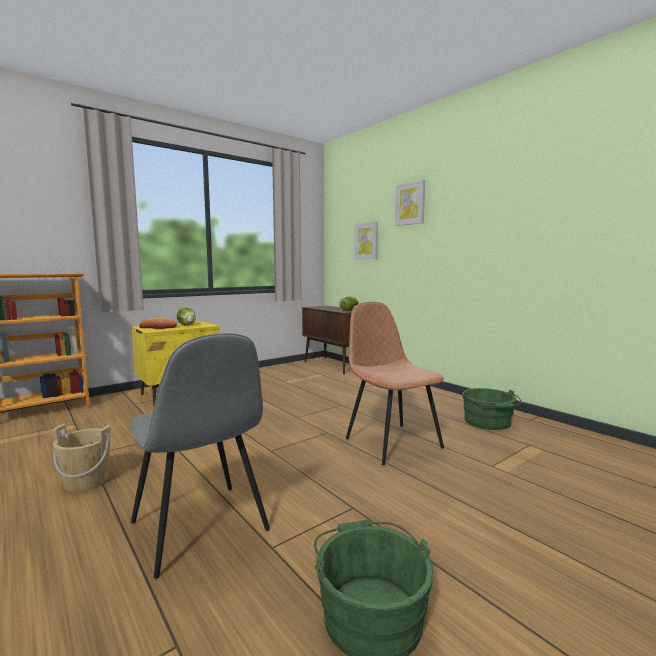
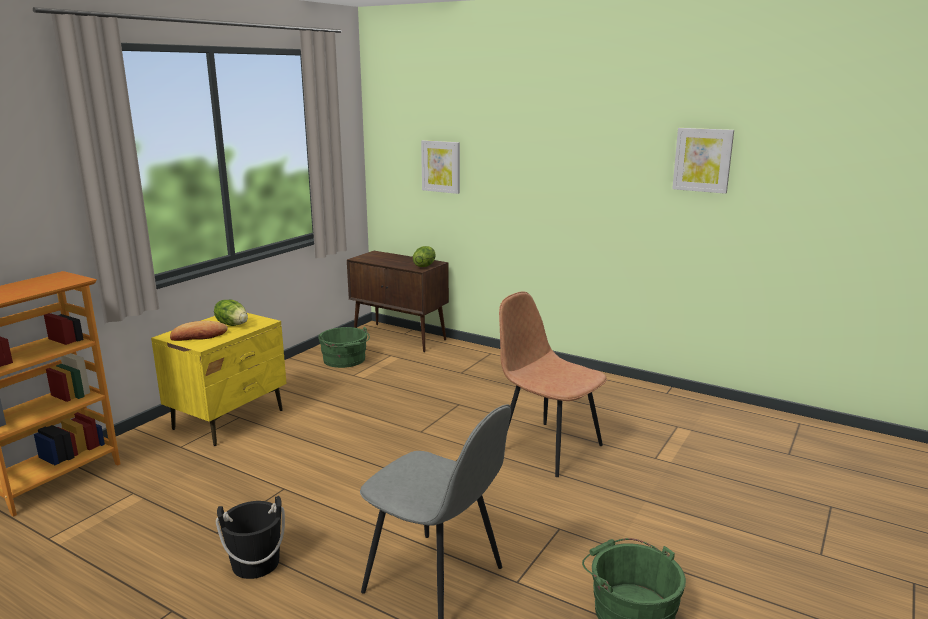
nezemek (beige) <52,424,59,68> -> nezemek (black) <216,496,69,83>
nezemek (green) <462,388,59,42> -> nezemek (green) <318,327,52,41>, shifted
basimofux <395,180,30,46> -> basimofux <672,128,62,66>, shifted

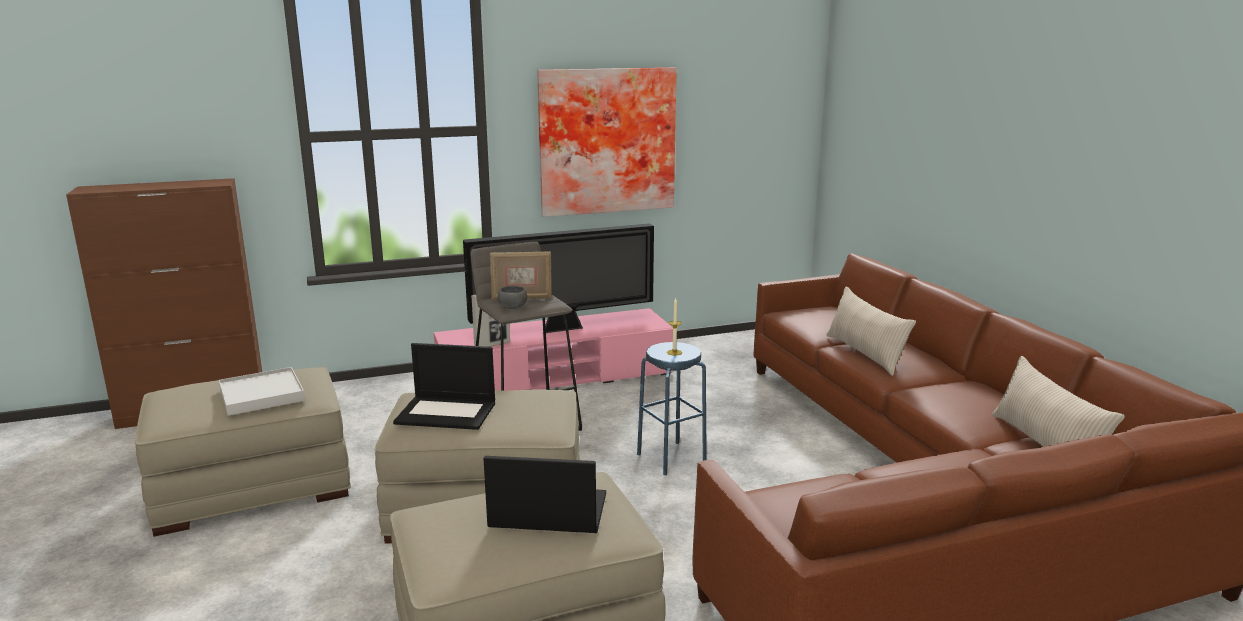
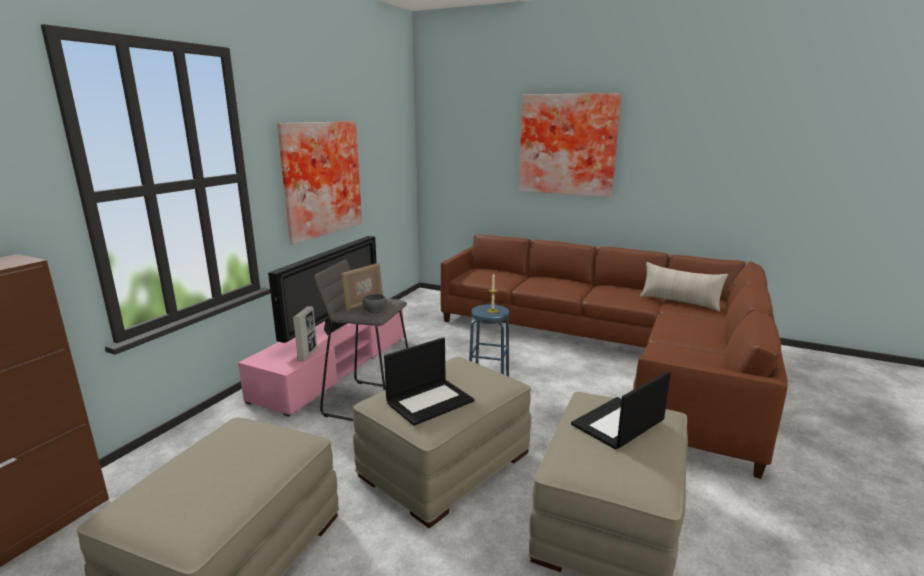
none -> basimofux <519,93,102,104>
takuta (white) <219,367,86,49> -> none
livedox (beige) <826,287,90,89> -> none

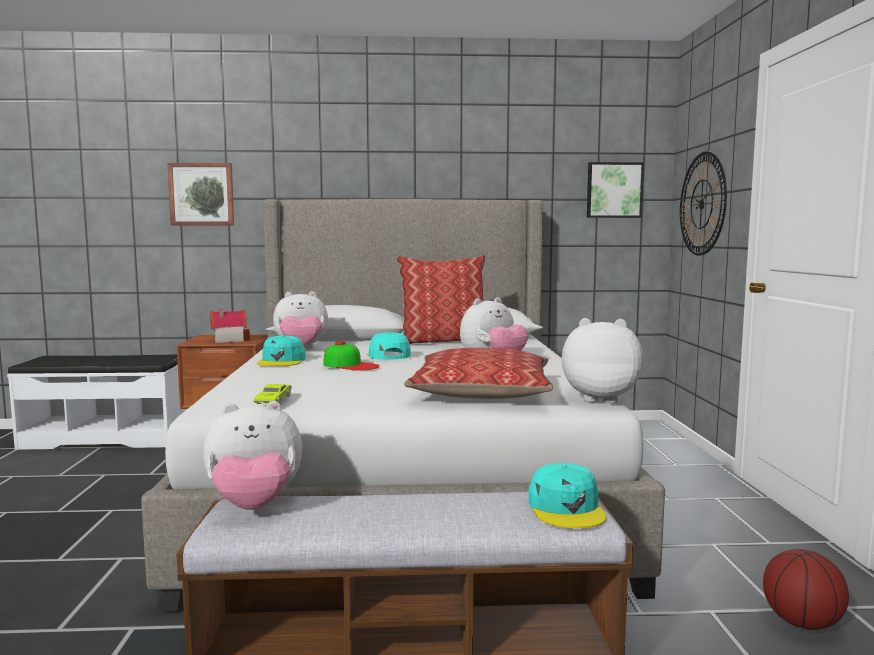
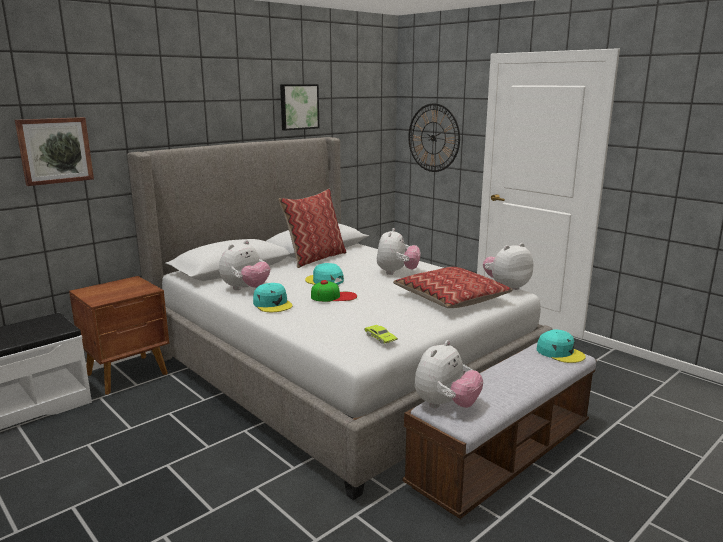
basimofux <587,162,57,56> -> basimofux <280,84,39,46>, shifted
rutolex <210,309,40,34> -> none
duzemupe <763,549,86,81> -> none

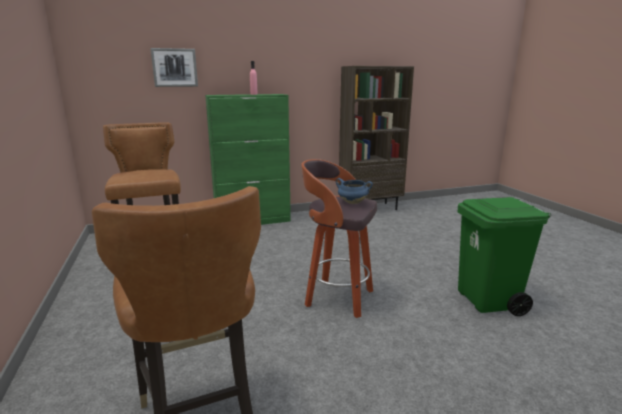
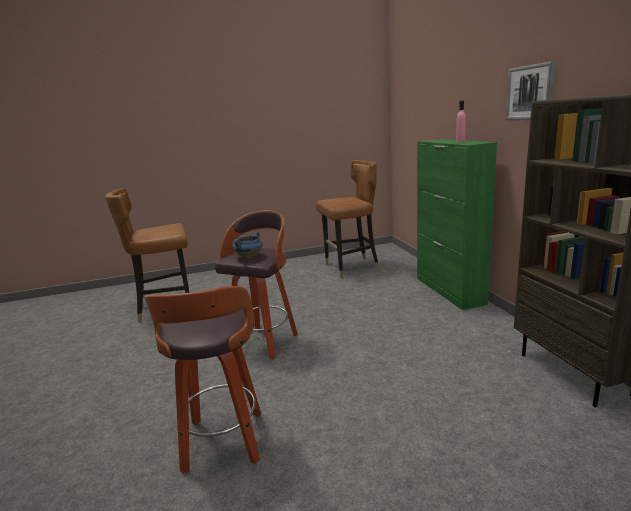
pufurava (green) <458,197,93,119> -> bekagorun <144,286,117,188>
basimofux <150,48,48,39> -> basimofux <505,61,51,59>, shifted

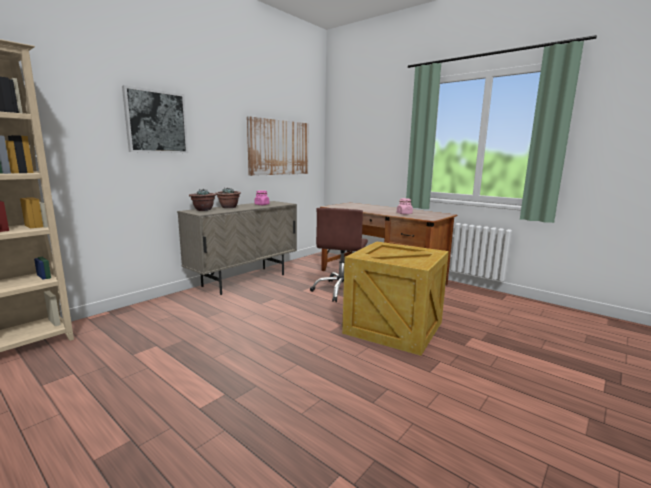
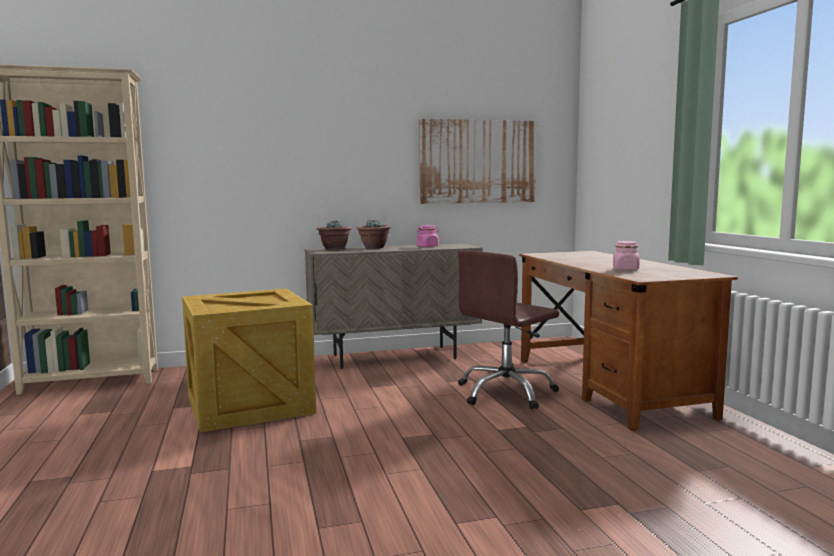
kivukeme <342,242,107,114> -> kivukeme <182,289,134,144>, shifted
basimofux <122,85,66,68> -> none

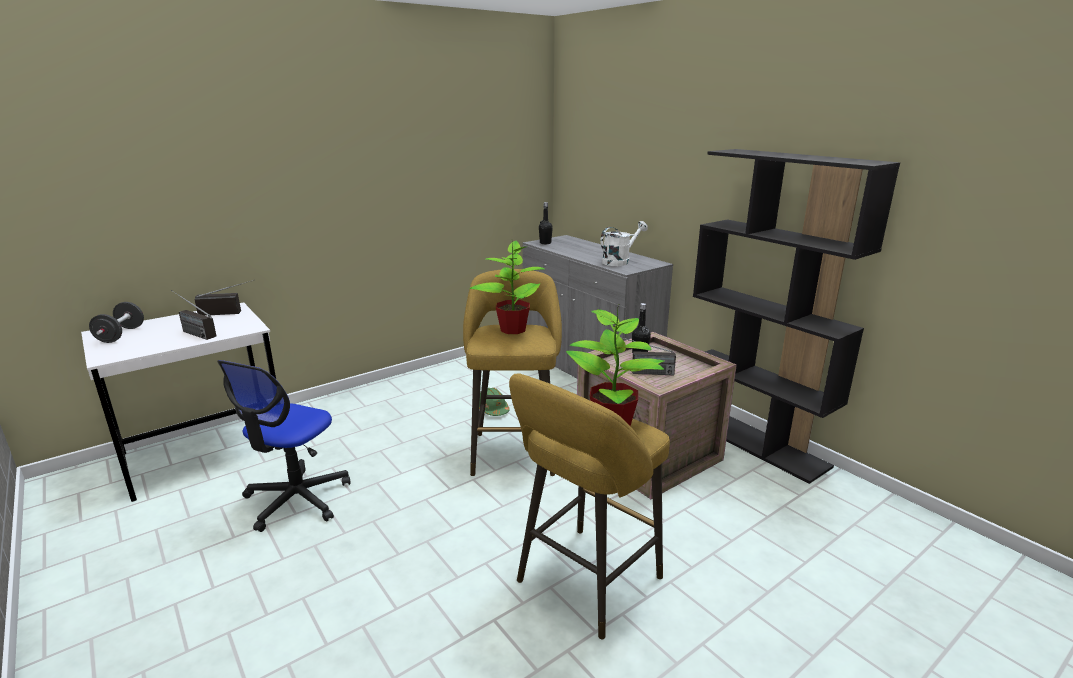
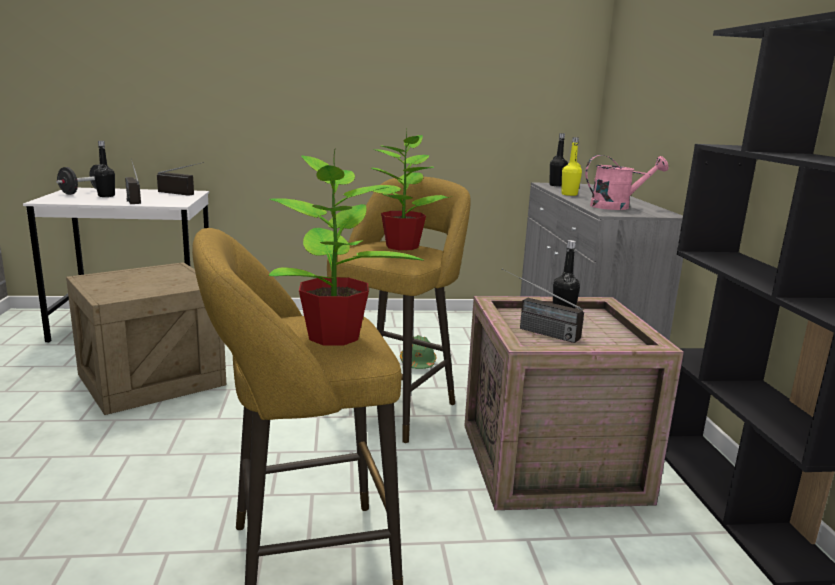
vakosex <217,360,133,172> -> kivukeme <66,262,160,153>
none -> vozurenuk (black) <94,141,21,56>
none -> vozurenuk (yellow) <561,137,21,59>
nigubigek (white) <600,221,48,45> -> nigubigek (pink) <585,155,84,55>

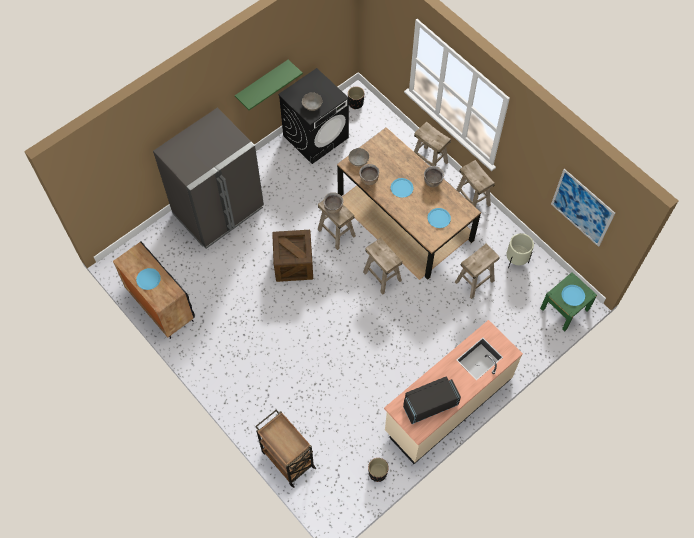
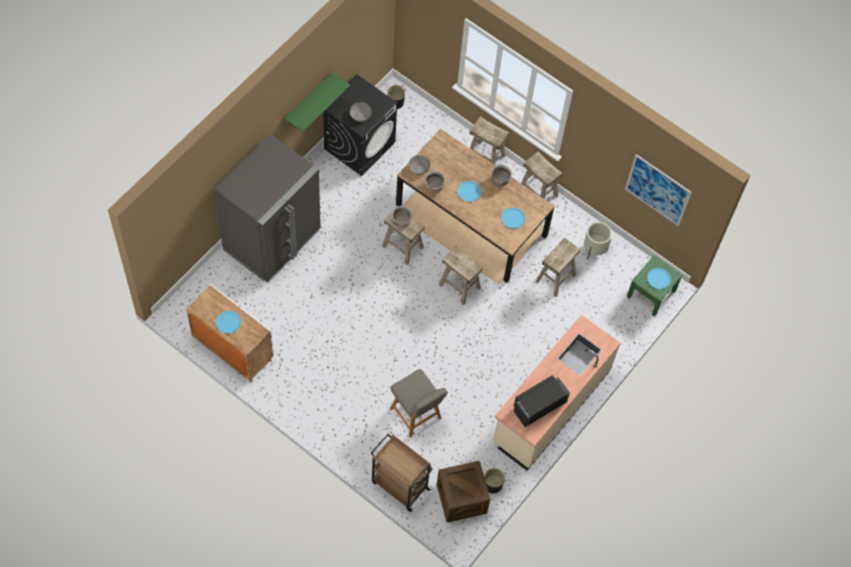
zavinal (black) <113,241,82,98> -> zavinal (white) <186,284,88,99>
none -> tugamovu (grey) <390,369,58,69>
kivukeme <272,230,41,52> -> kivukeme <436,461,54,62>, shifted

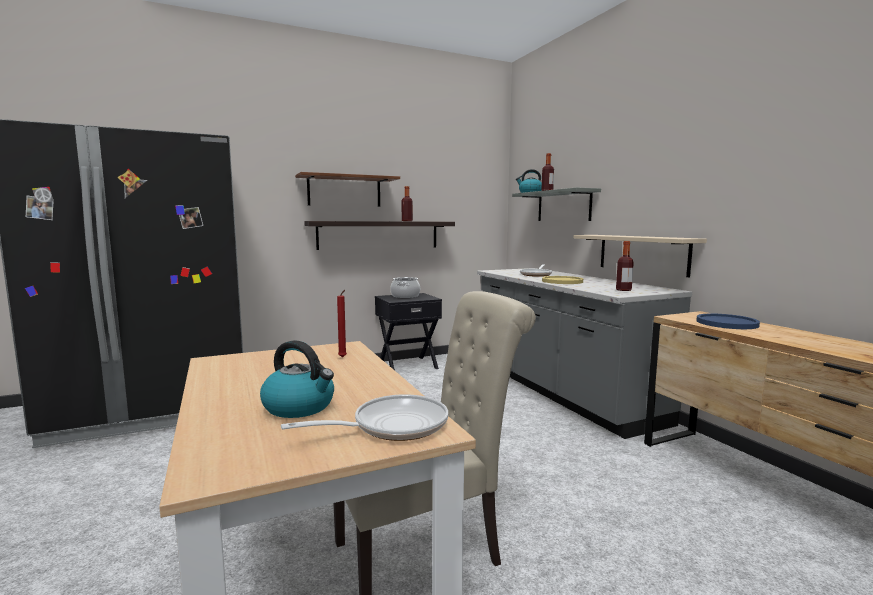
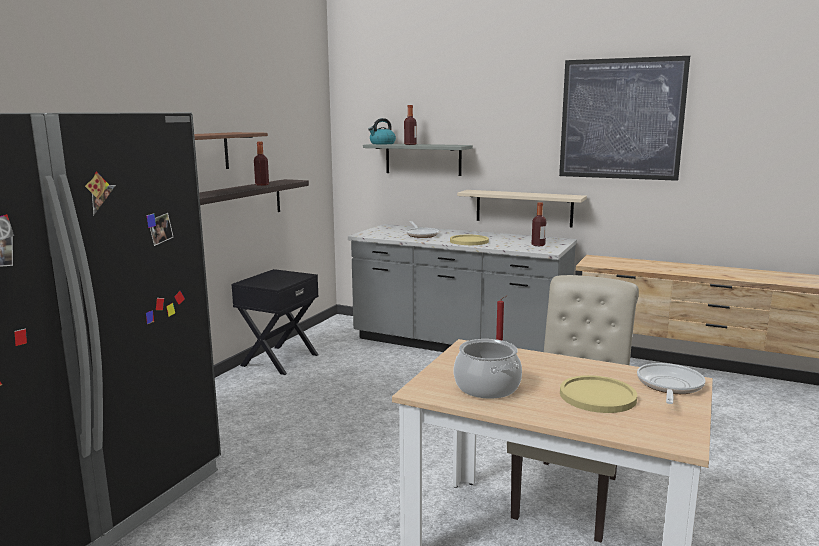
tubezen <391,277,29,21> -> tubezen <454,339,68,60>, shifted
none -> basimofux <559,56,131,125>
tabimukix <260,340,74,78> -> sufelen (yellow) <560,375,77,38>
sufelen (blue) <696,314,64,15> -> none

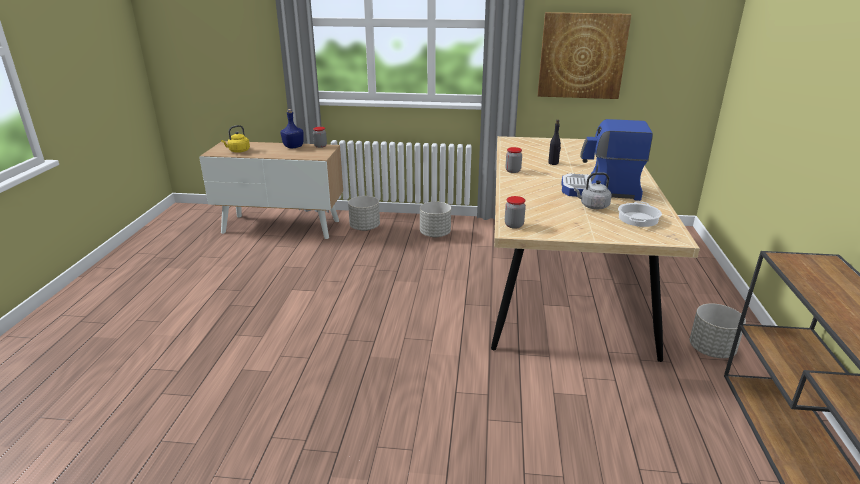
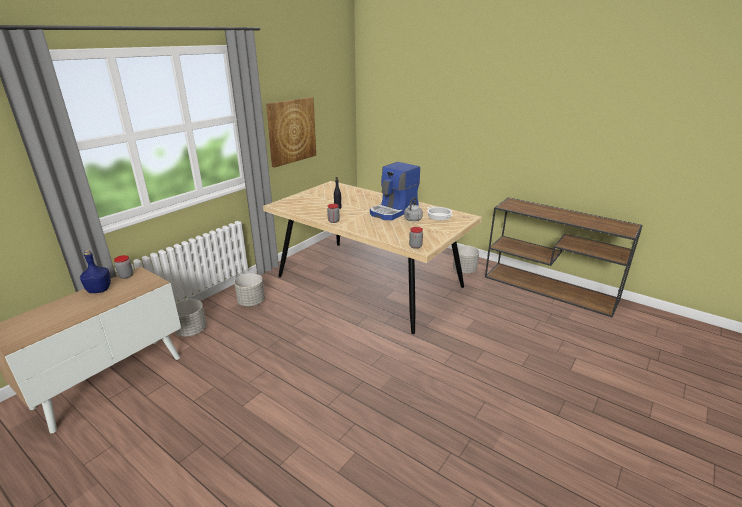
tabimukix (yellow) <221,125,29,28> -> none

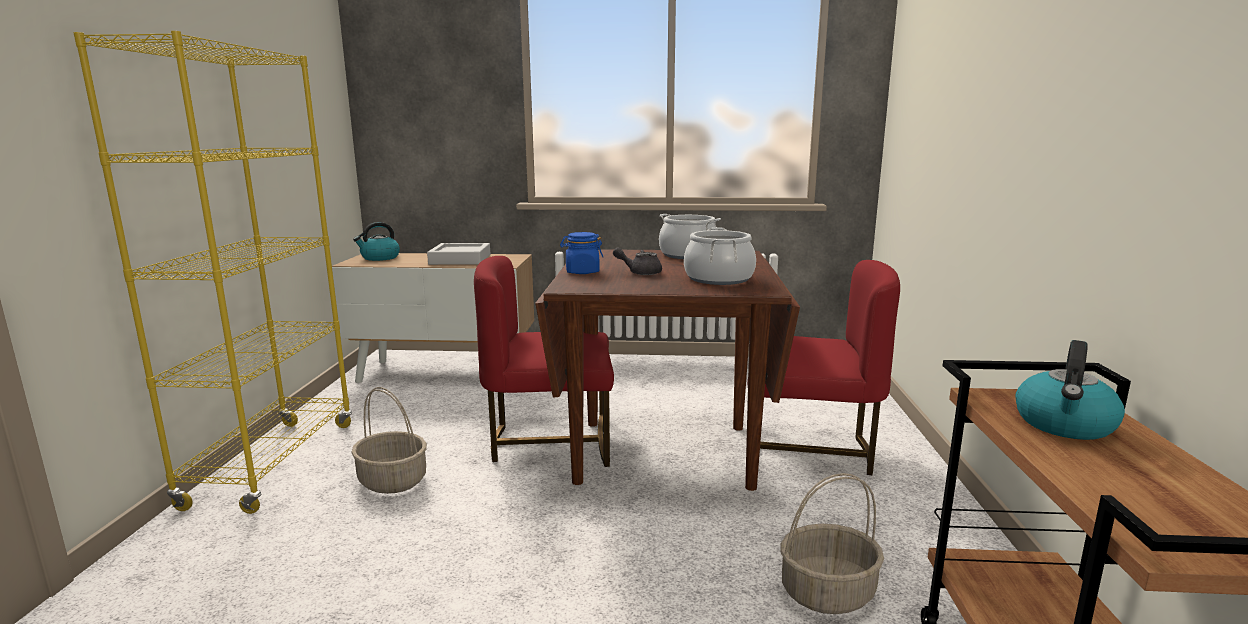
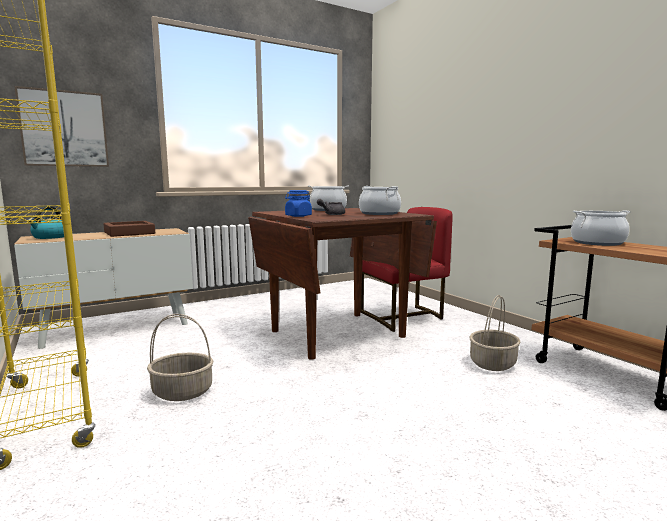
none -> basimofux <14,86,95,81>
takuta (grey) <427,243,63,22> -> takuta (brown) <104,221,51,16>
tabimukix <1015,340,110,100> -> tubezen <571,211,59,35>
tugamovu (red) <474,256,140,211> -> none

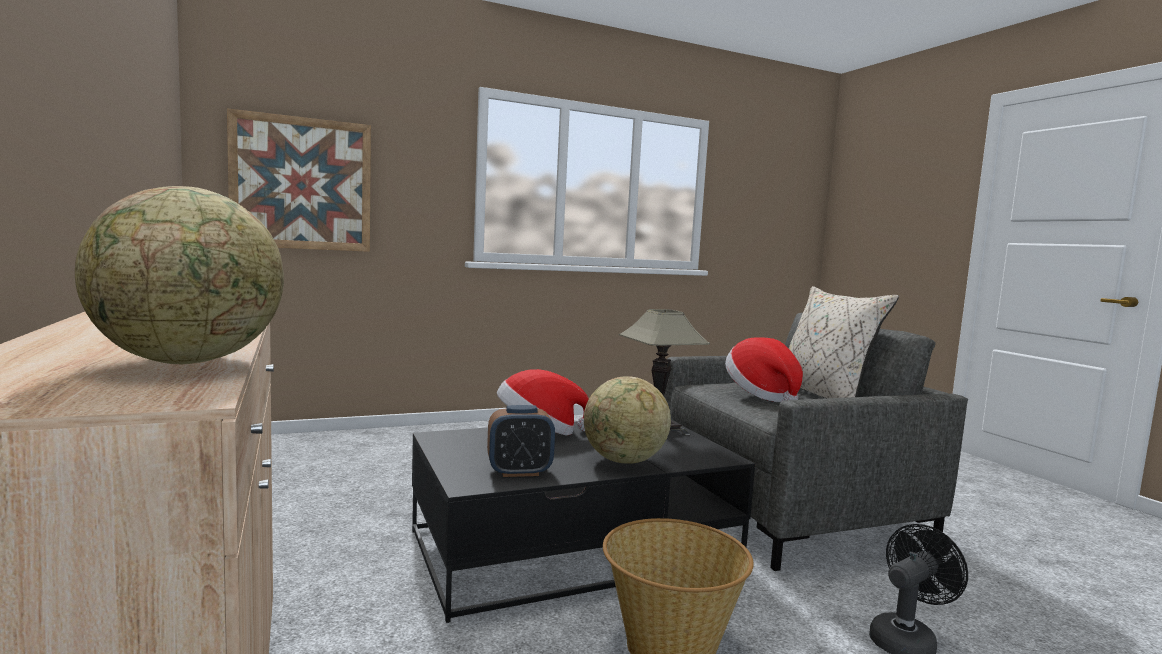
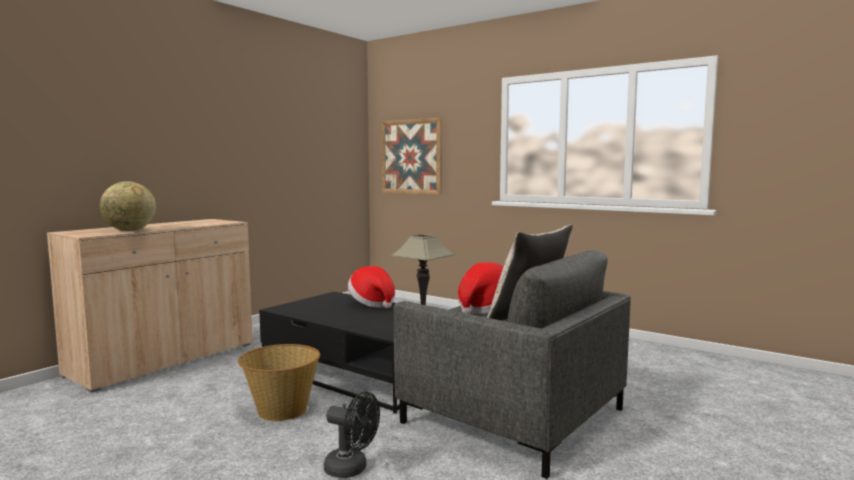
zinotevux <487,405,68,72> -> none
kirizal <584,377,87,87> -> none

